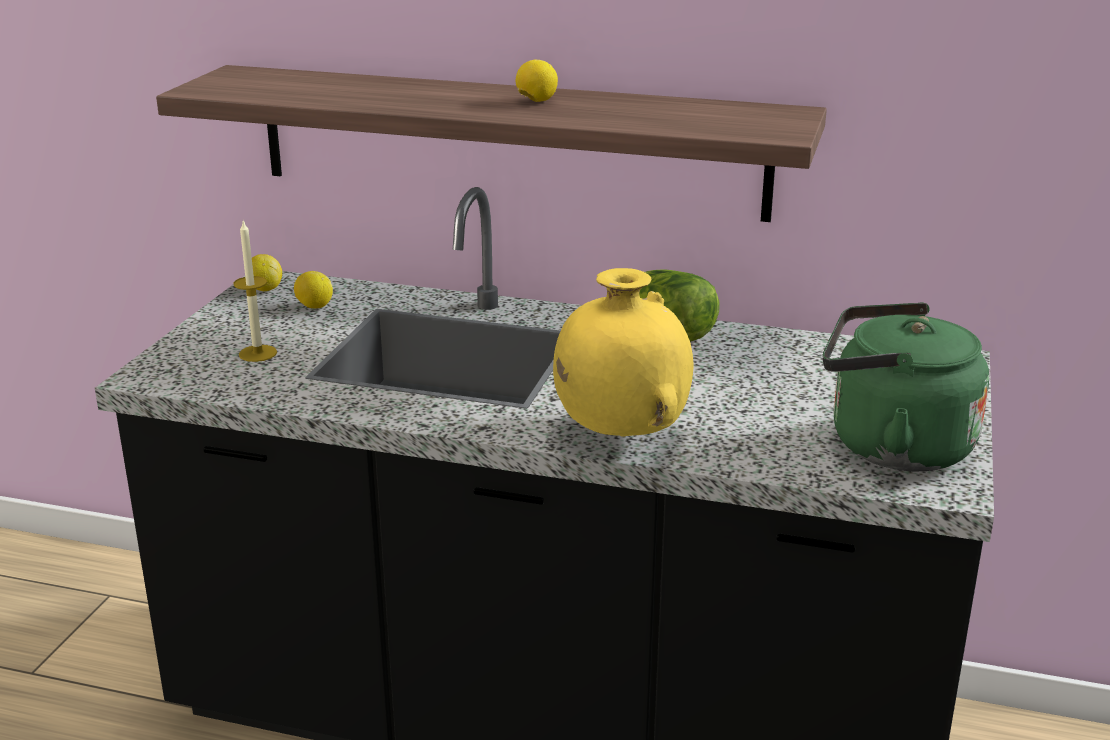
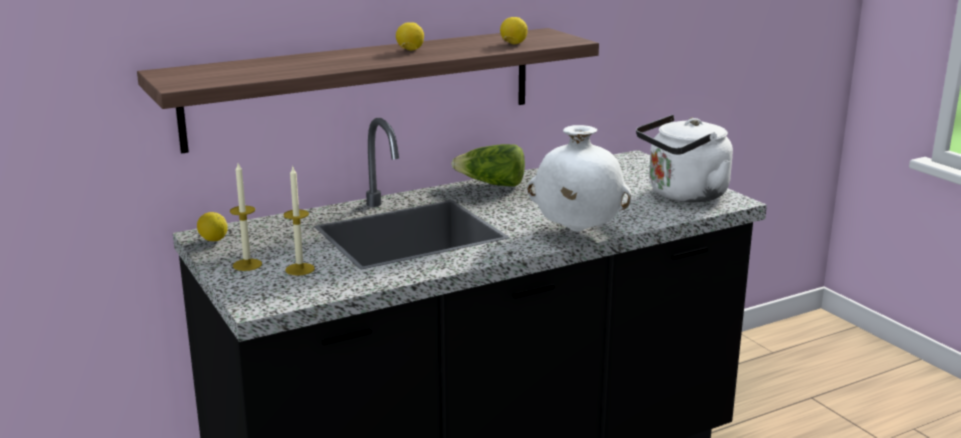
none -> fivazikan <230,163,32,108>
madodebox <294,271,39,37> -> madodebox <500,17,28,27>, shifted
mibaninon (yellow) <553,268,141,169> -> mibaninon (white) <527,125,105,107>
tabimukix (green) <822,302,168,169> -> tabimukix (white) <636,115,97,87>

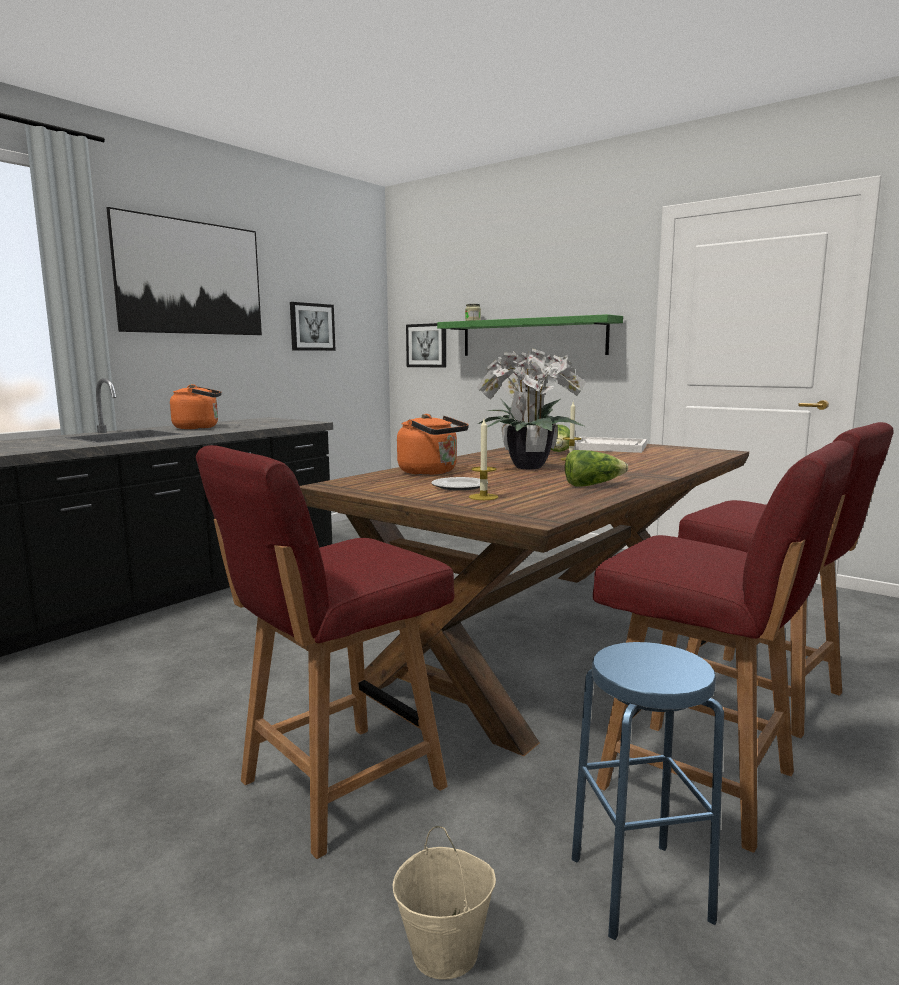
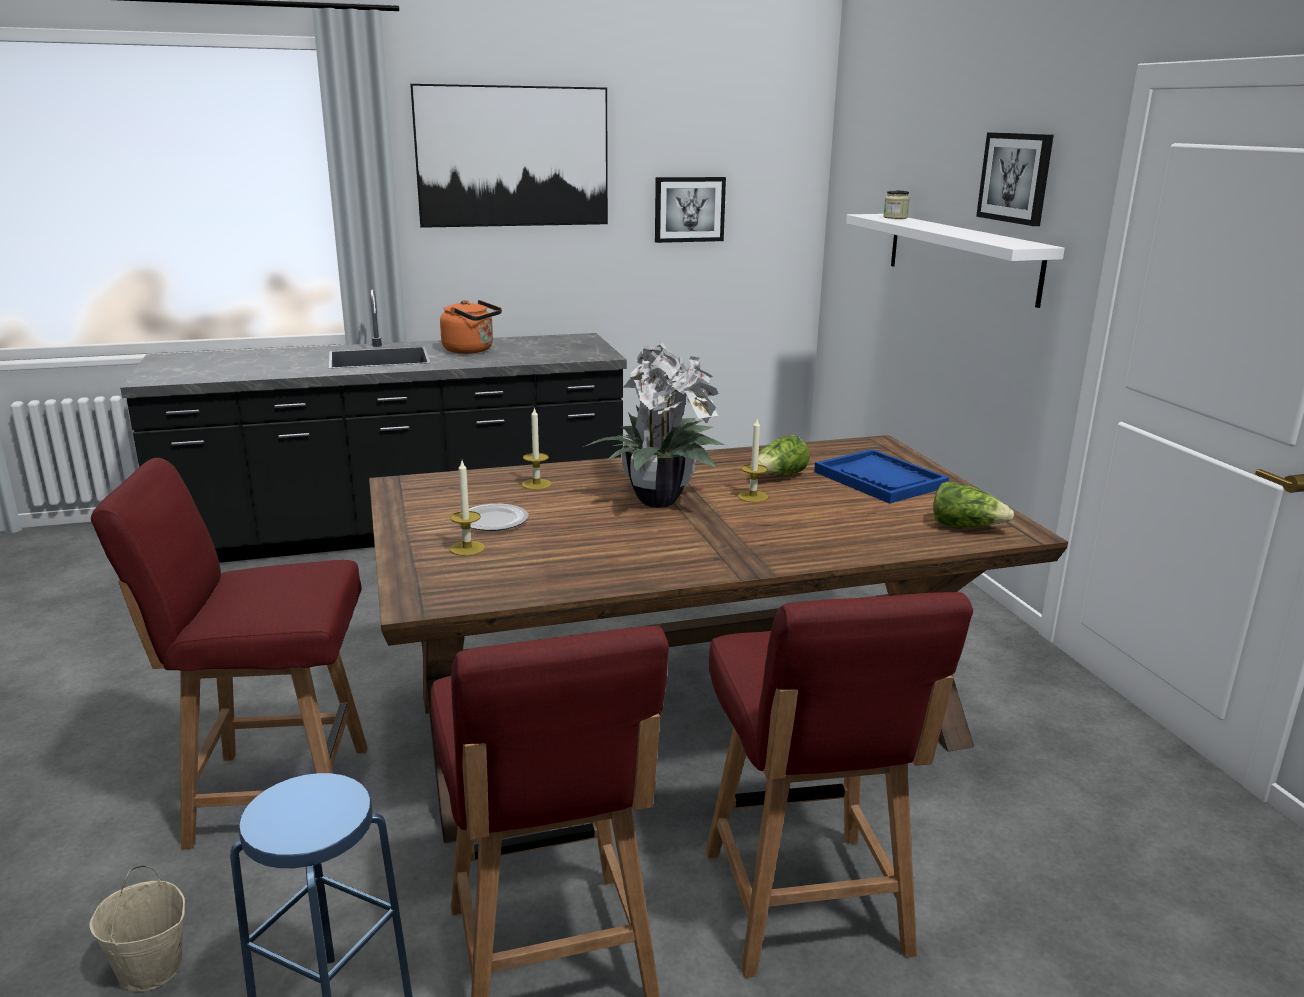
tabimukix (orange) <397,414,72,61> -> fivazikan <522,408,30,82>
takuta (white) <574,437,73,16> -> takuta (blue) <814,449,135,55>
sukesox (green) <437,314,186,42> -> sukesox (white) <846,214,219,94>
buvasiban <565,450,63,37> -> buvasiban <933,481,81,46>, shifted
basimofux <406,323,40,44> -> basimofux <976,132,78,94>, shifted

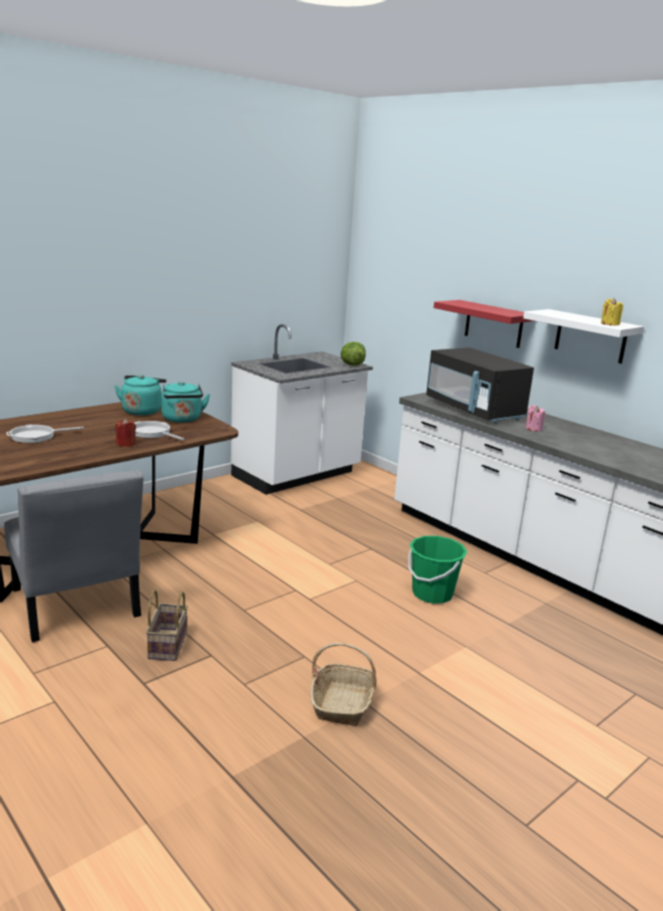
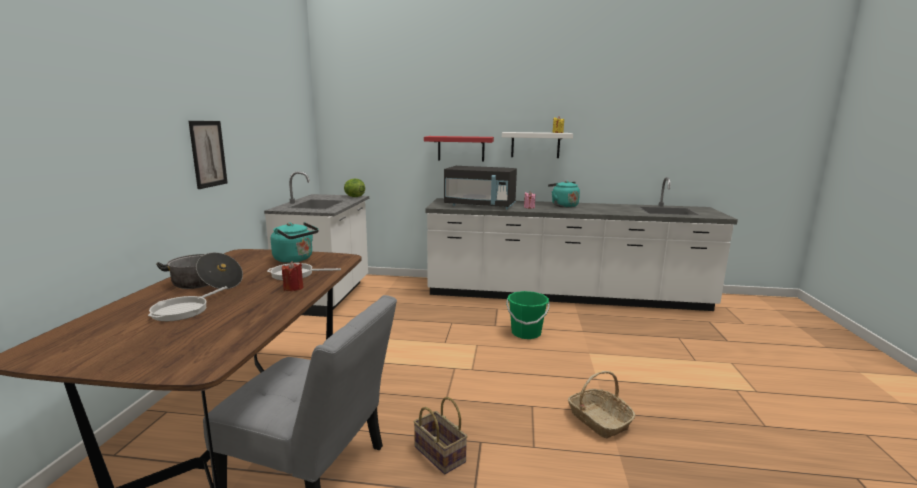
none -> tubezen <156,252,87,37>
none -> basimofux <188,121,40,68>
tabimukix (turquoise) <115,375,51,40> -> tabimukix (turquoise) <548,181,32,27>, shifted

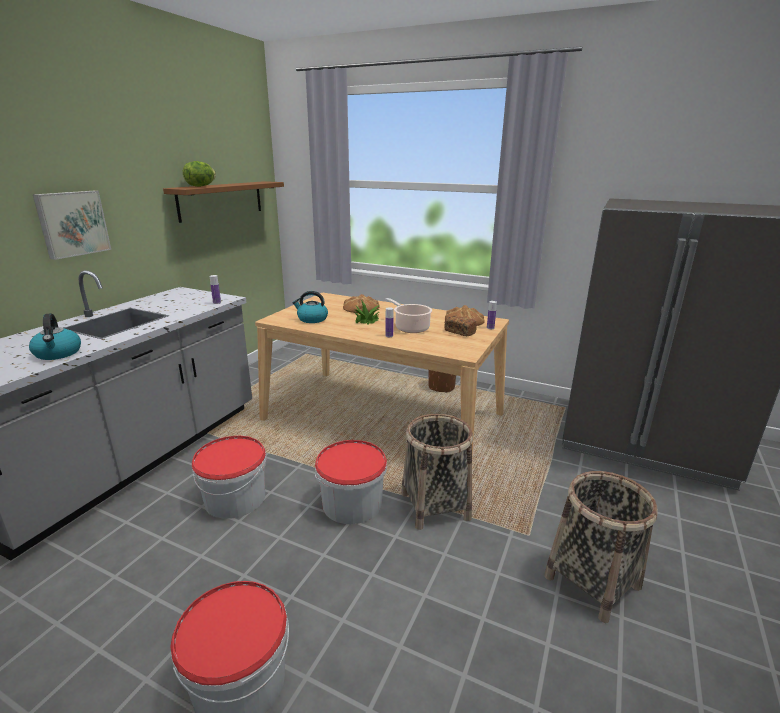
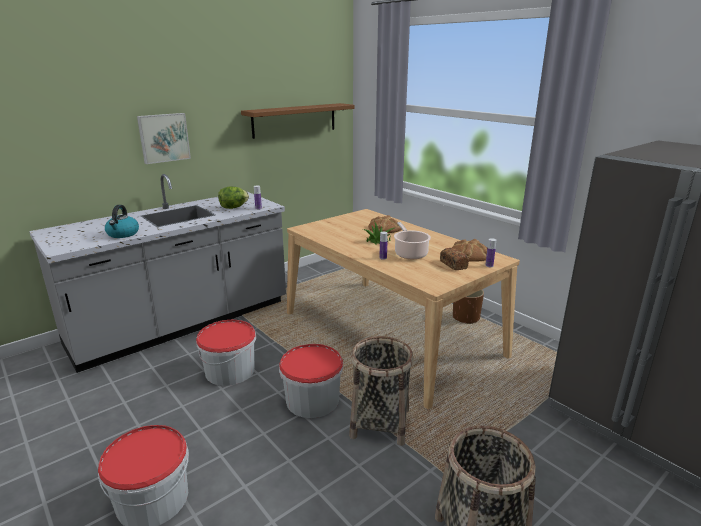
buvasiban <183,161,33,26> -> buvasiban <218,187,31,22>, shifted
tabimukix <292,291,36,32> -> none

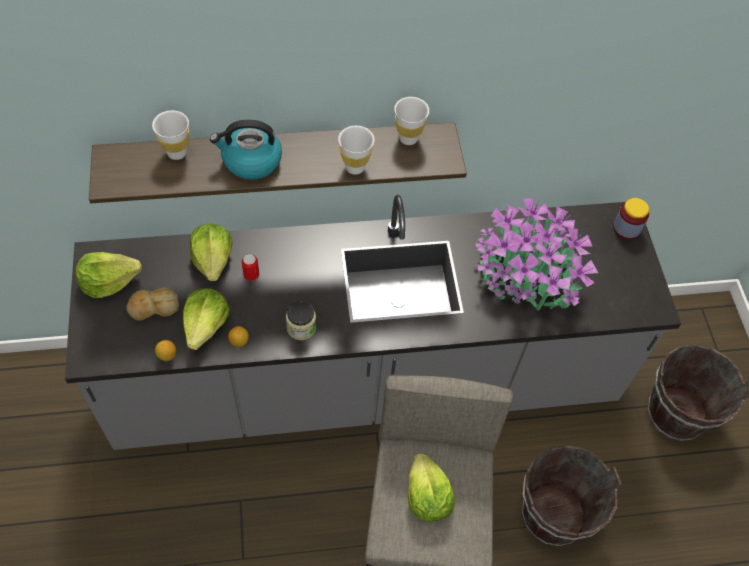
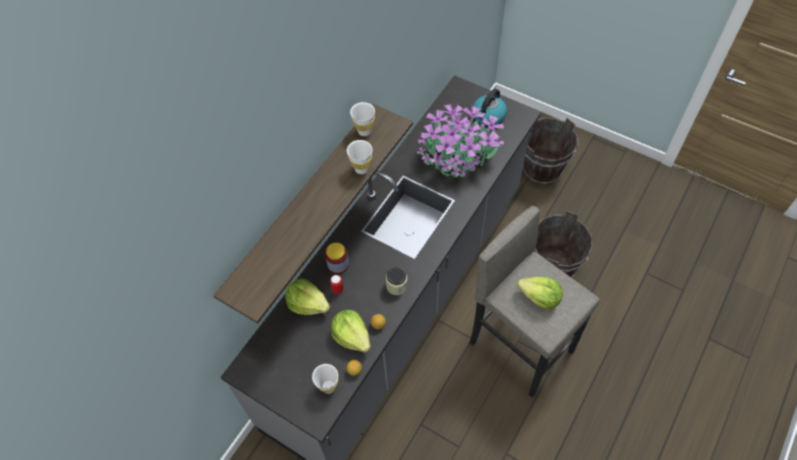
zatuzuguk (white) <152,110,37,50> -> zatuzuguk (white) <312,364,26,30>, shifted
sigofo <613,198,36,42> -> sigofo <325,243,24,31>, shifted
tabimukix <210,119,72,61> -> tabimukix <473,89,34,37>, shifted
buvasiban <75,252,67,46> -> none
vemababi <126,288,53,33> -> none

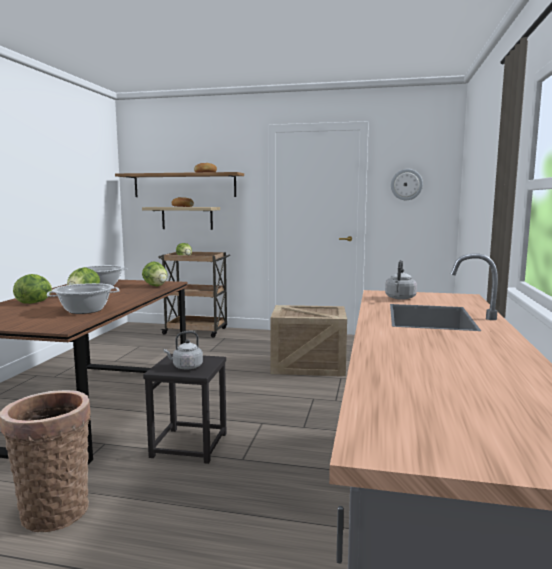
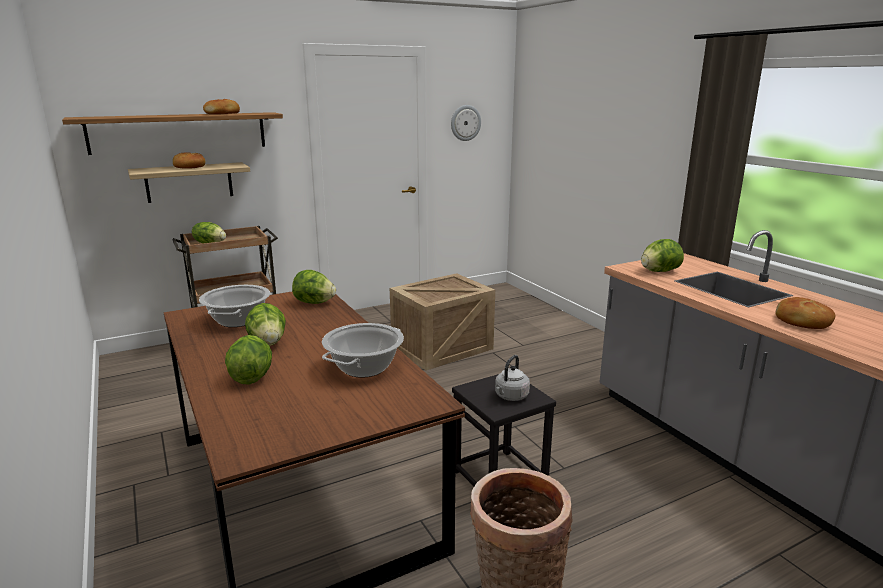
tabimukix (grey) <385,260,32,40> -> buvasiban <641,239,43,33>
none -> vemababi <775,297,60,32>

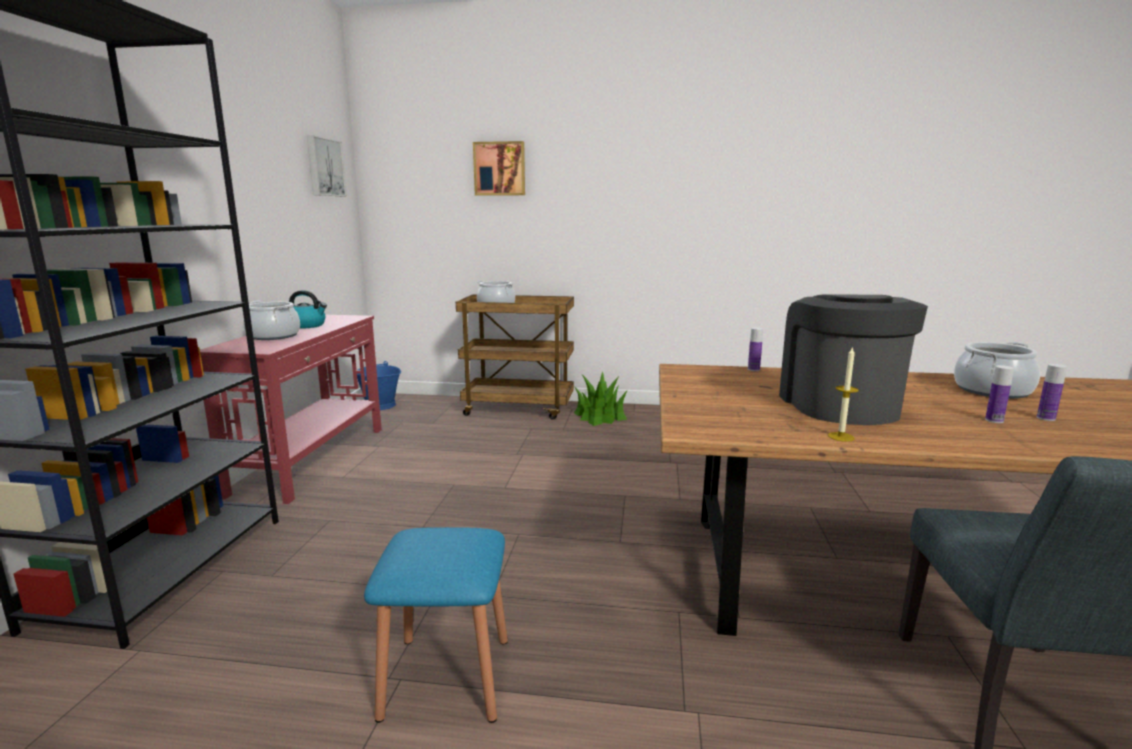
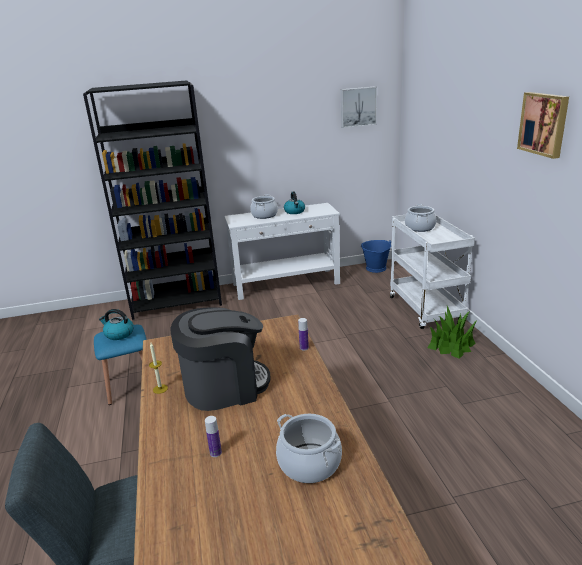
none -> tabimukix <99,309,35,31>
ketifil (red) <200,315,182,189> -> ketifil (white) <224,203,116,97>
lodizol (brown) <456,294,118,126> -> lodizol (white) <390,214,85,115>
basimofux <473,141,52,55> -> basimofux <517,92,52,67>, shifted
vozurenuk <1037,364,30,57> -> none

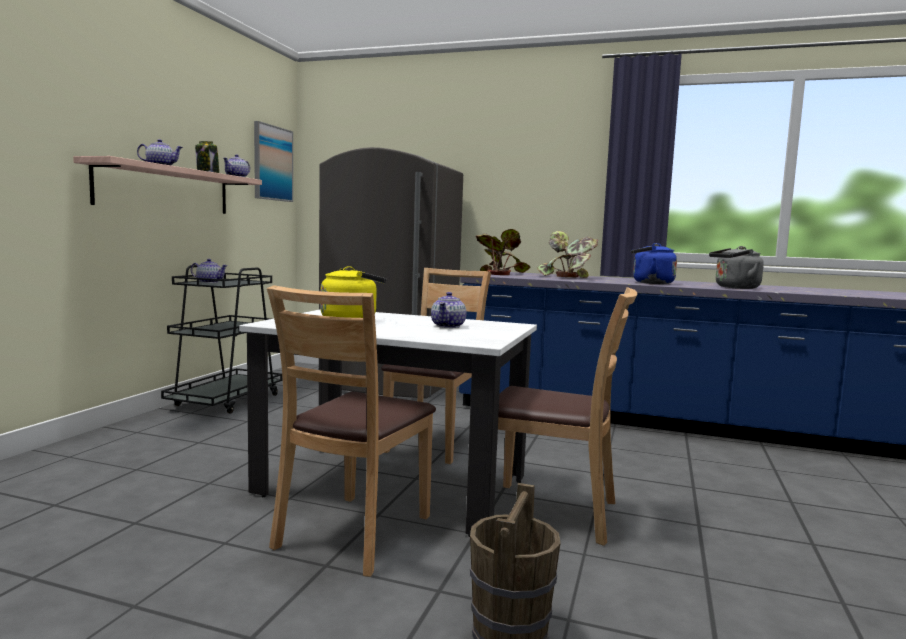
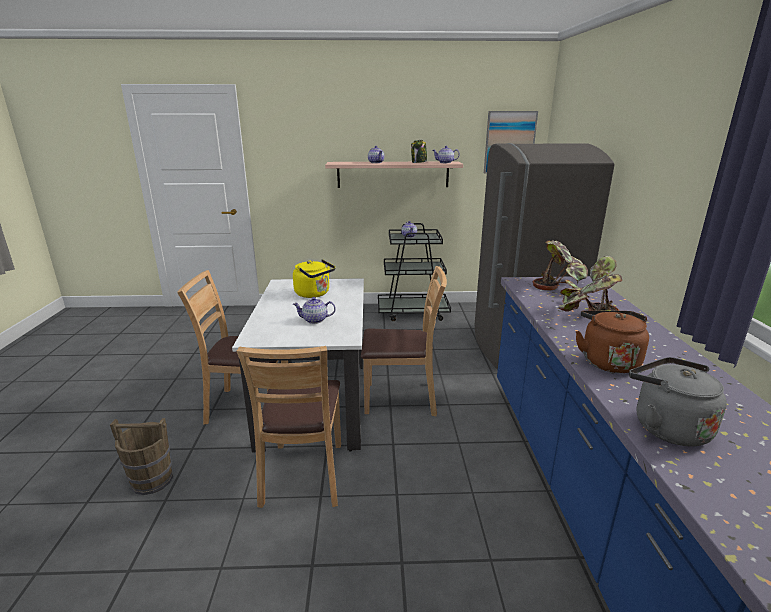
tabimukix (blue) <631,243,46,41> -> tabimukix (brown) <576,311,73,62>

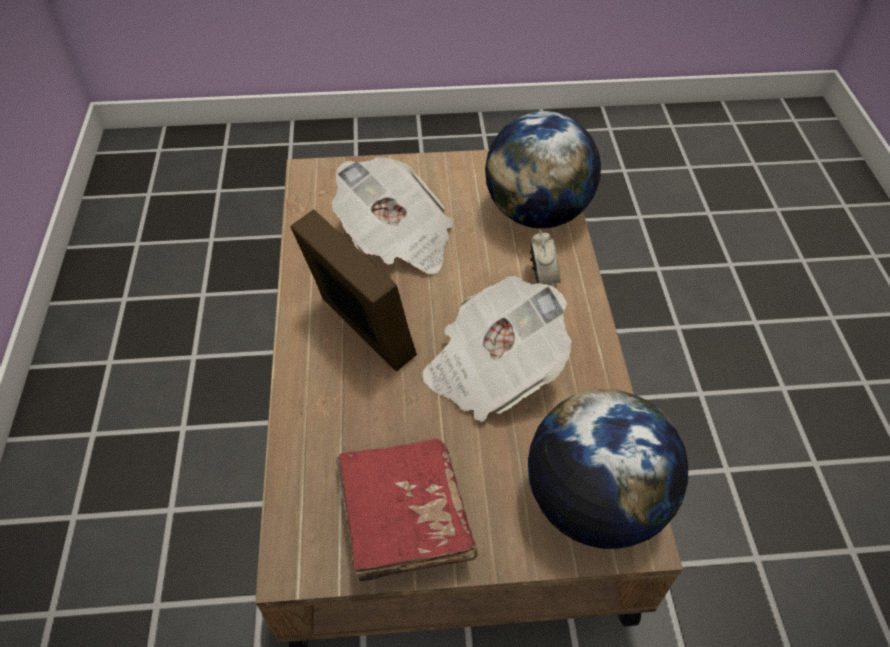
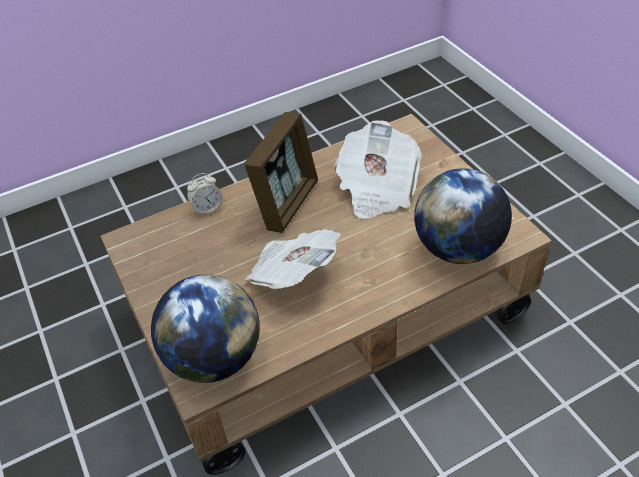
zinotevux <530,231,30,56> -> zinotevux <187,173,36,43>, shifted
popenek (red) <336,439,142,143> -> none

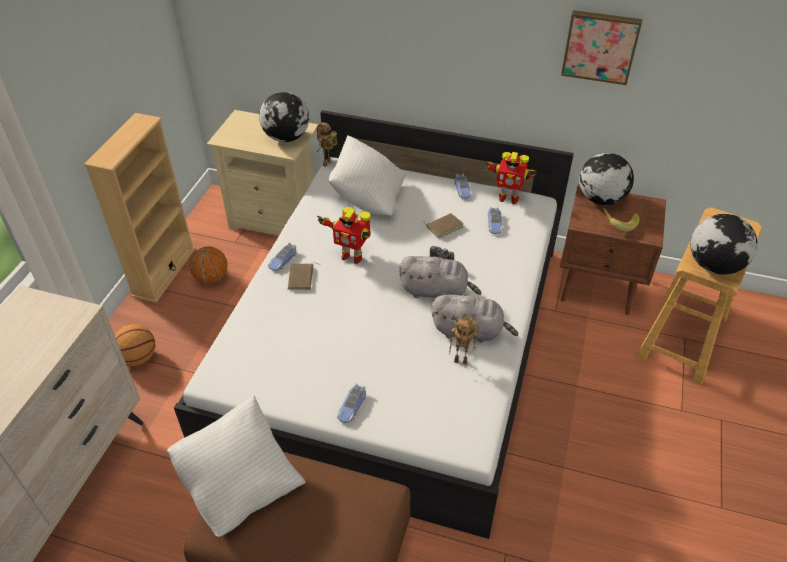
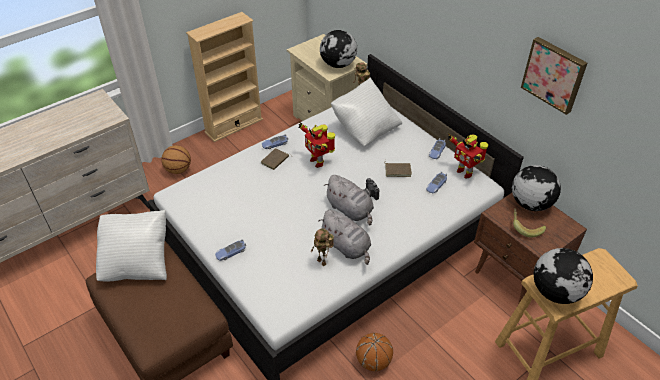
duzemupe <189,246,39,38> -> duzemupe <356,333,37,38>, shifted

